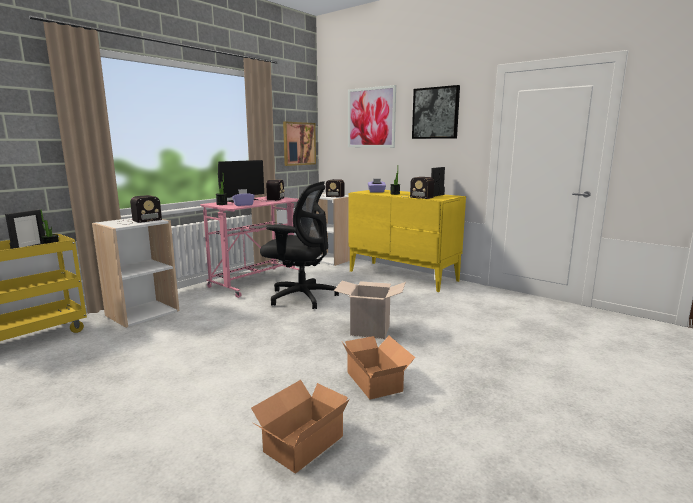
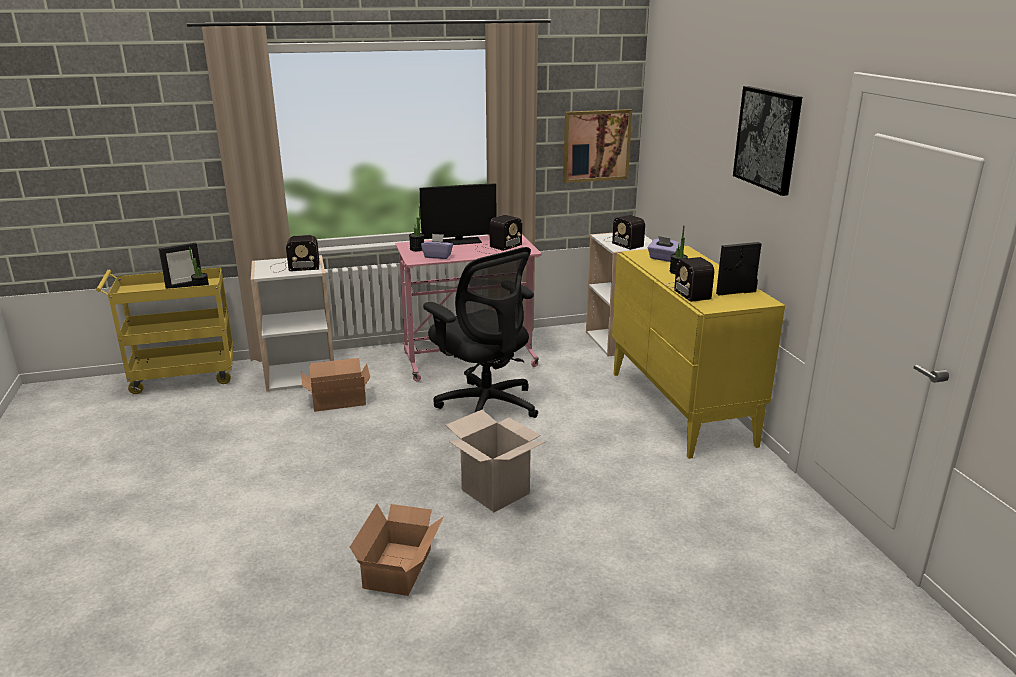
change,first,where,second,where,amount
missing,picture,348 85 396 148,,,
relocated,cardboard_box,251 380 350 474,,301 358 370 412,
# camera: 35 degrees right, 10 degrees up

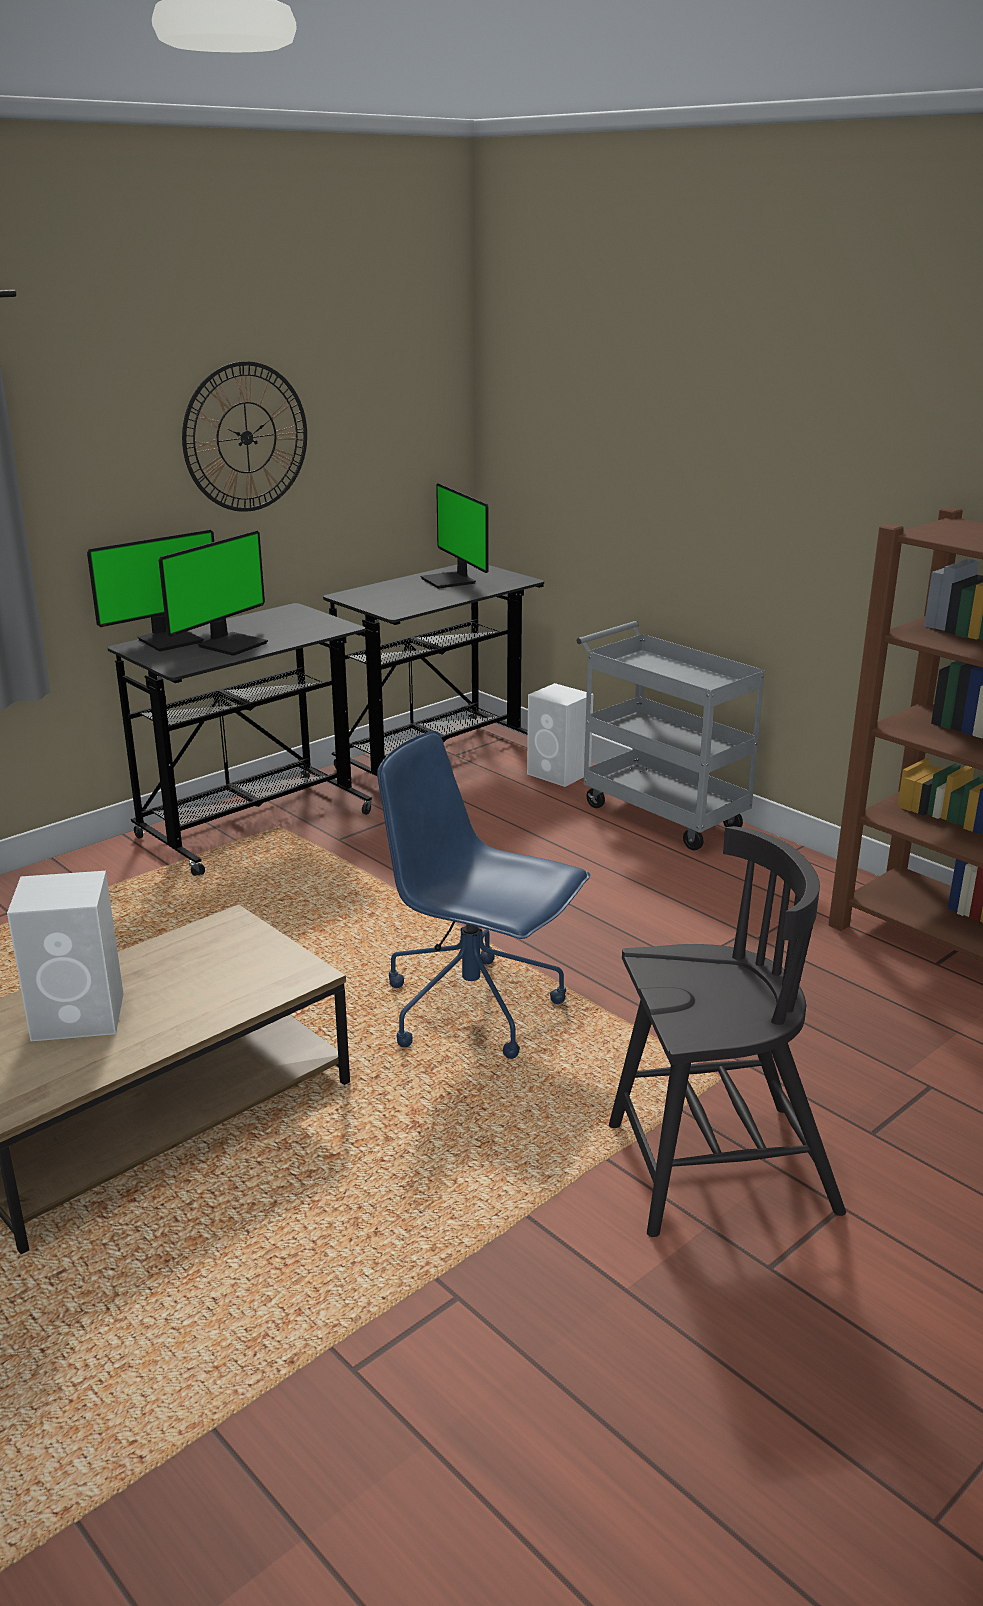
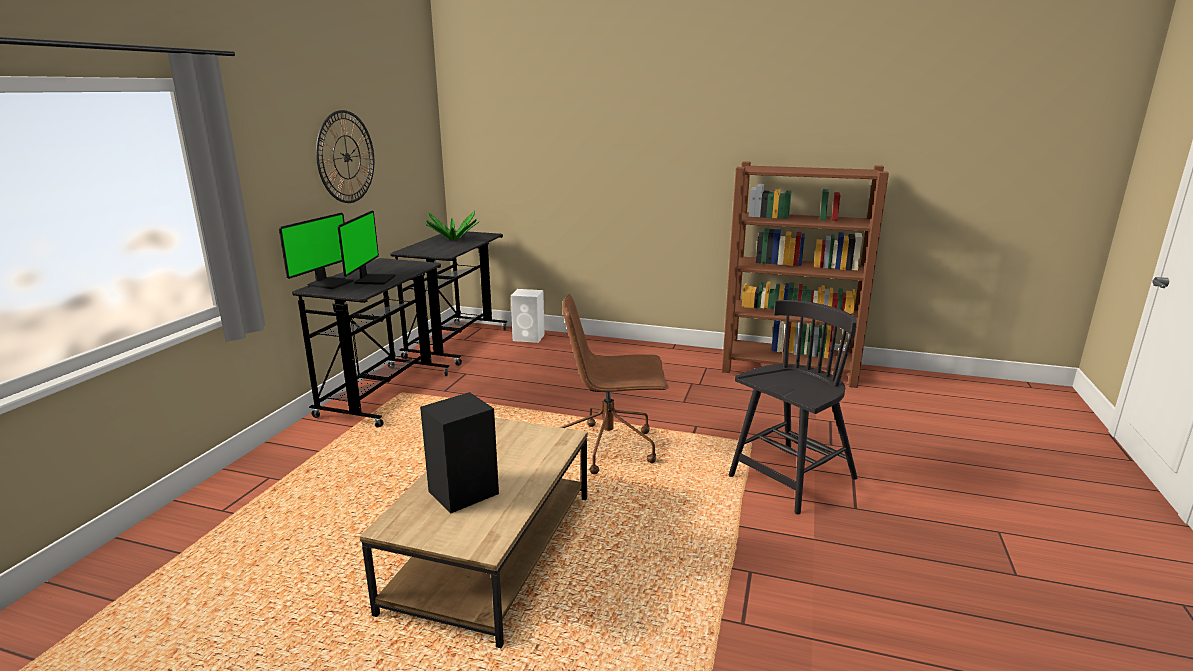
change,first,where,second,where,amount
exchanged,monitor,420 483 489 589,potted_plant,424 211 480 240,
missing,grey_cart,577 621 765 850,,,
colour,blue_office_chair,377 731 590 1059,brown_office_chair,560 294 669 474,
colour,white_speaker,7 871 124 1042,black_speaker,420 392 499 513,
# camera: 30 degrees left, 5 degrees down

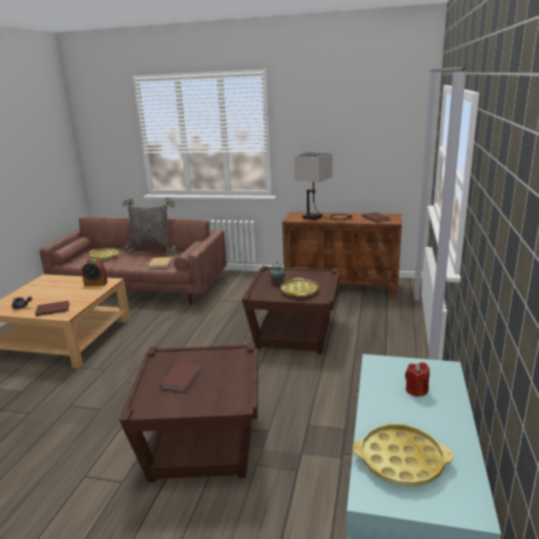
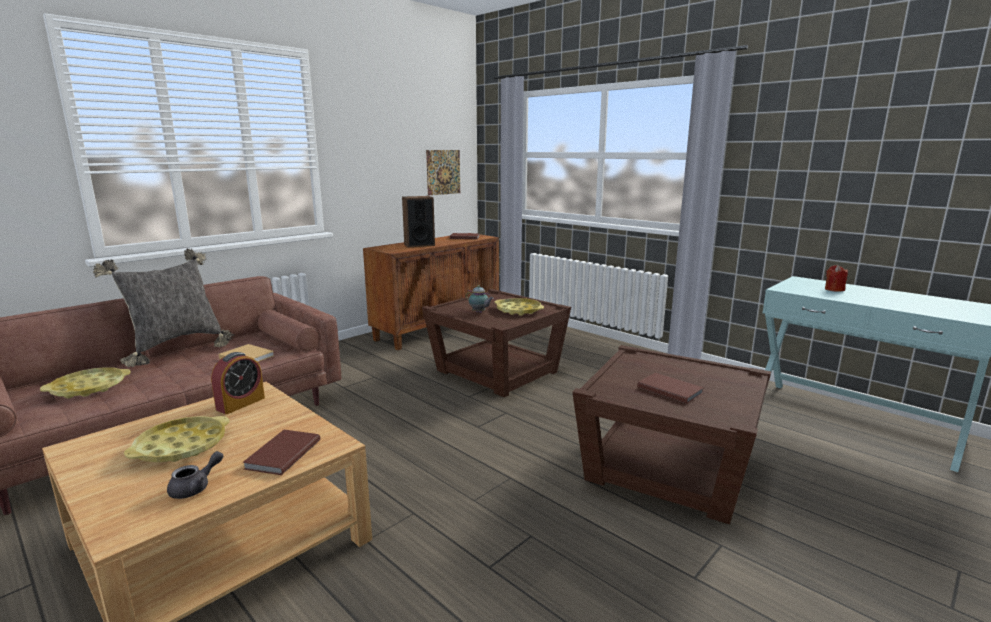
change,first,where,second,where,amount
exchanged,table_lamp,294 152 352 220,speaker,402 196 435 247,
relocated,yellow_tray,353 424 453 487,,124 416 229 462,
appeared,,,picture,426 150 460 196,
# camera: 60 degrees left, 5 degrees down

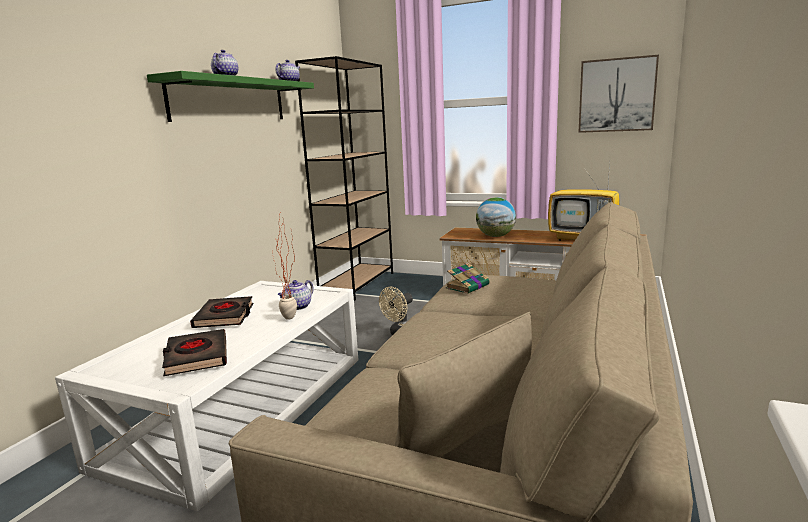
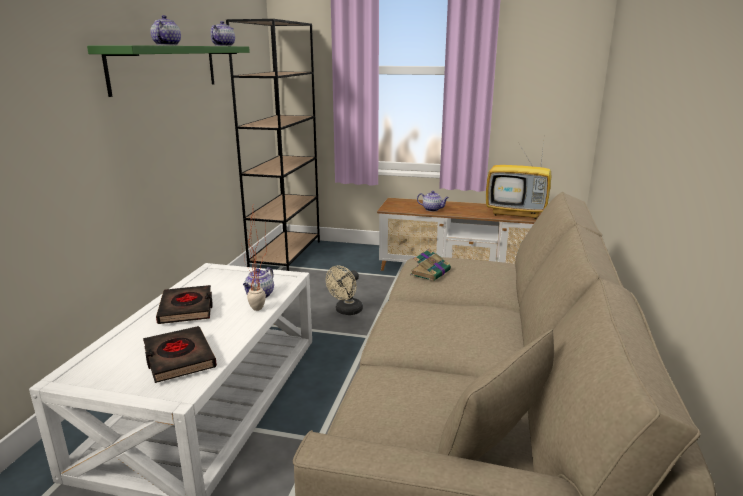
change,first,where,second,where,amount
missing,picture,579 55 659 133,,,
exchanged,globe,476 197 516 237,teapot,417 191 449 212,
# camera: 10 degrees left, 5 degrees up

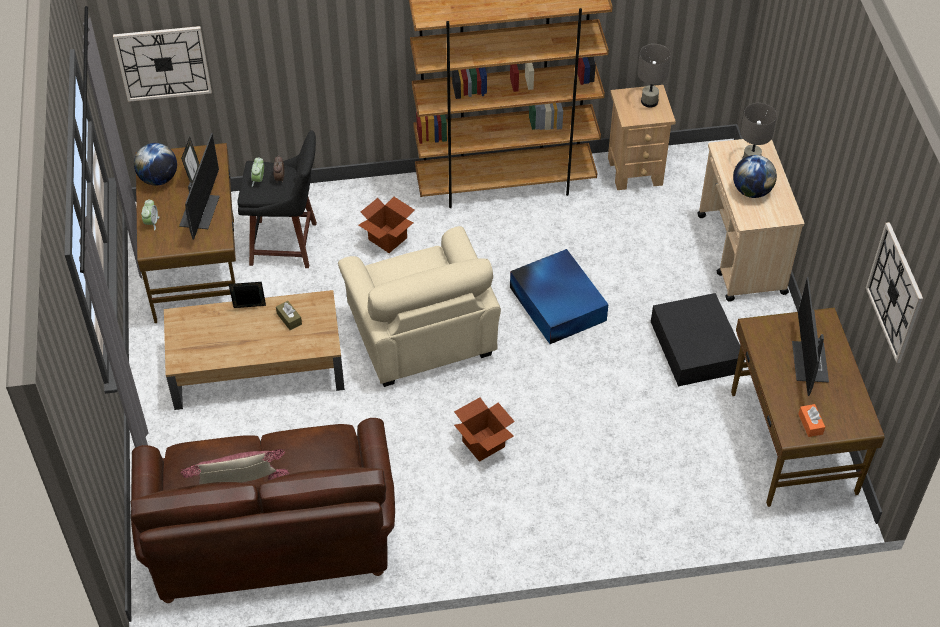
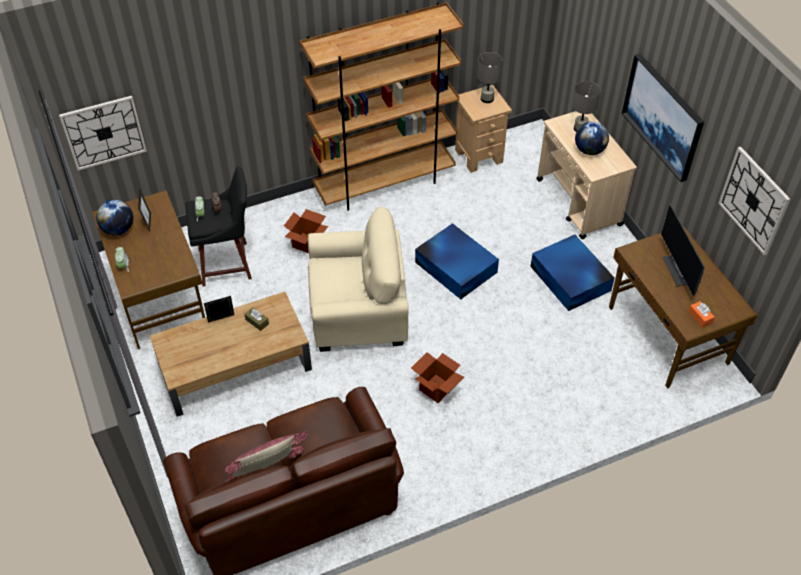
change,first,where,second,where,amount
missing,monitor,179 133 220 240,,,
spun,beige_armchair,338 226 501 387,,308 207 409 352,60 degrees counterclockwise
colour,black_storage_box,651 293 745 386,blue_storage_box,531 235 615 311,
appeared,,,picture,622 54 704 182,
# camera: 15 degrees left, 0 degrees up

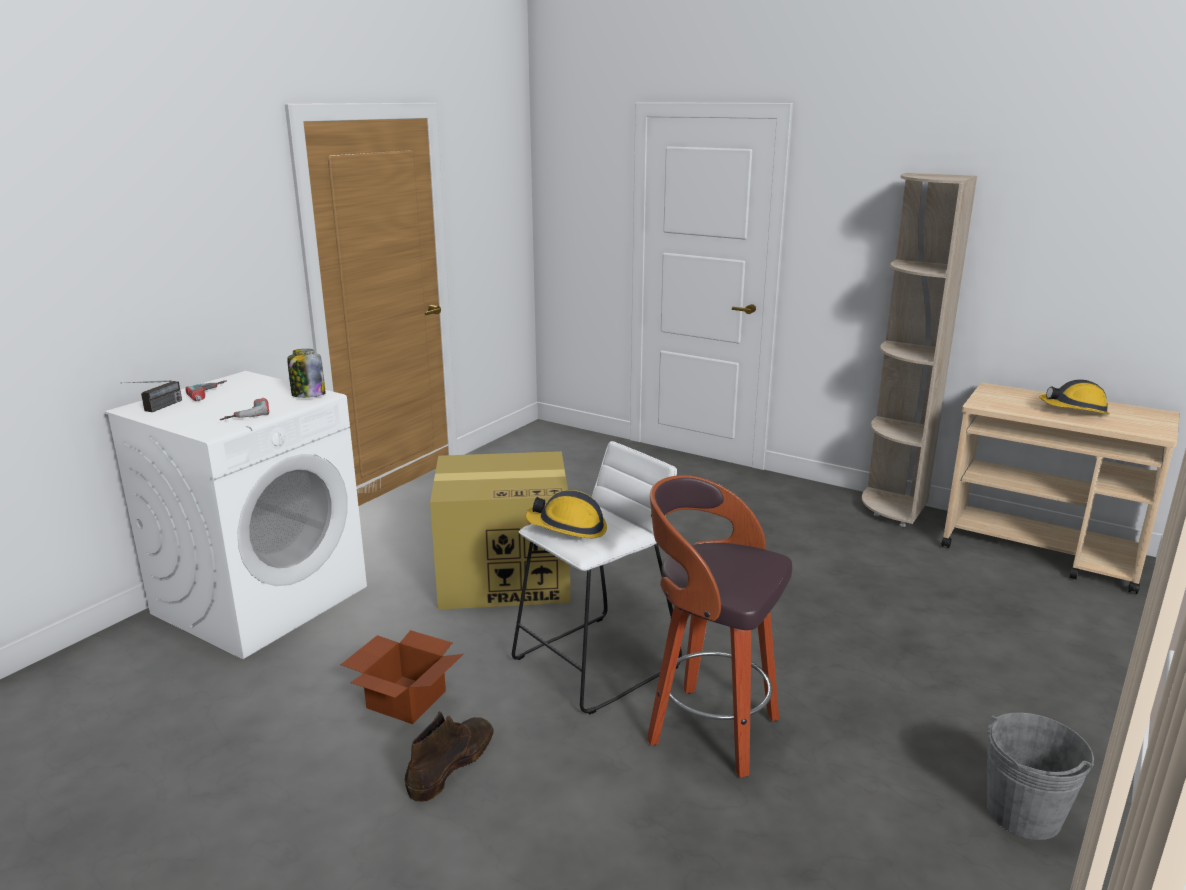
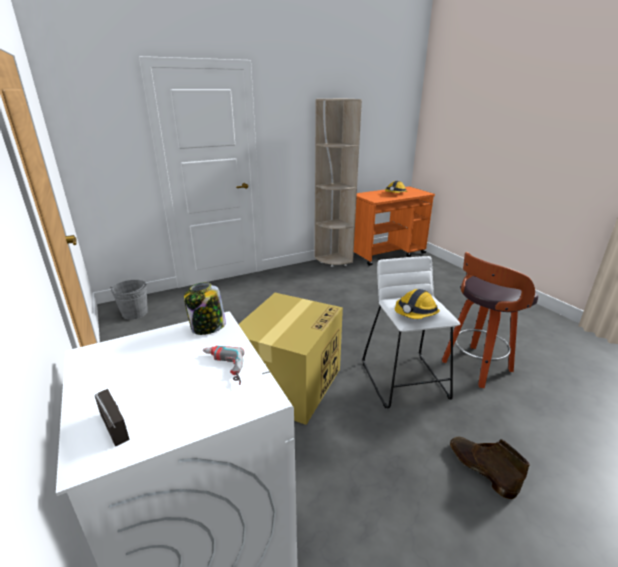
change,first,where,second,where,amount
missing,power_drill,186 380 227 401,,,
colour,beige_cart,941 383 1179 594,orange_cart,354 186 435 266,
missing,cardboard_box,341 630 464 724,,,
relocated,grey_bucket,987 712 1094 840,,110 280 148 320,
# camera: 60 degrees left, 5 degrees up

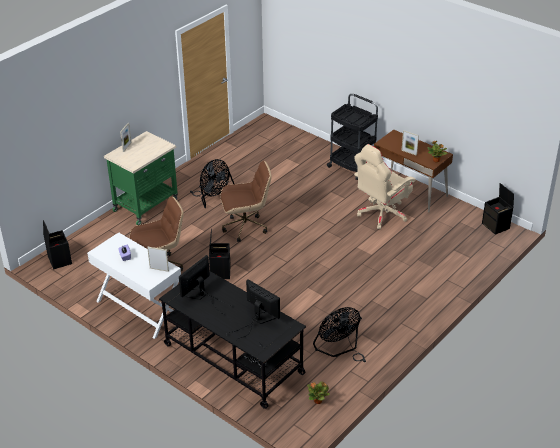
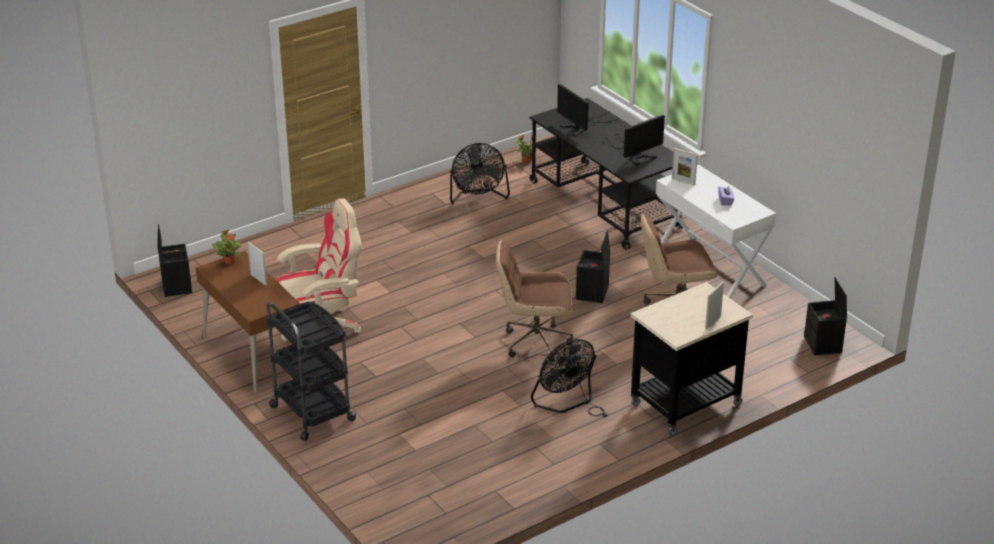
change,first,where,second,where,amount
colour,green_cart,104 131 178 225,black_cart,631 282 753 436,
# camera: 165 degrees left, 5 degrees down

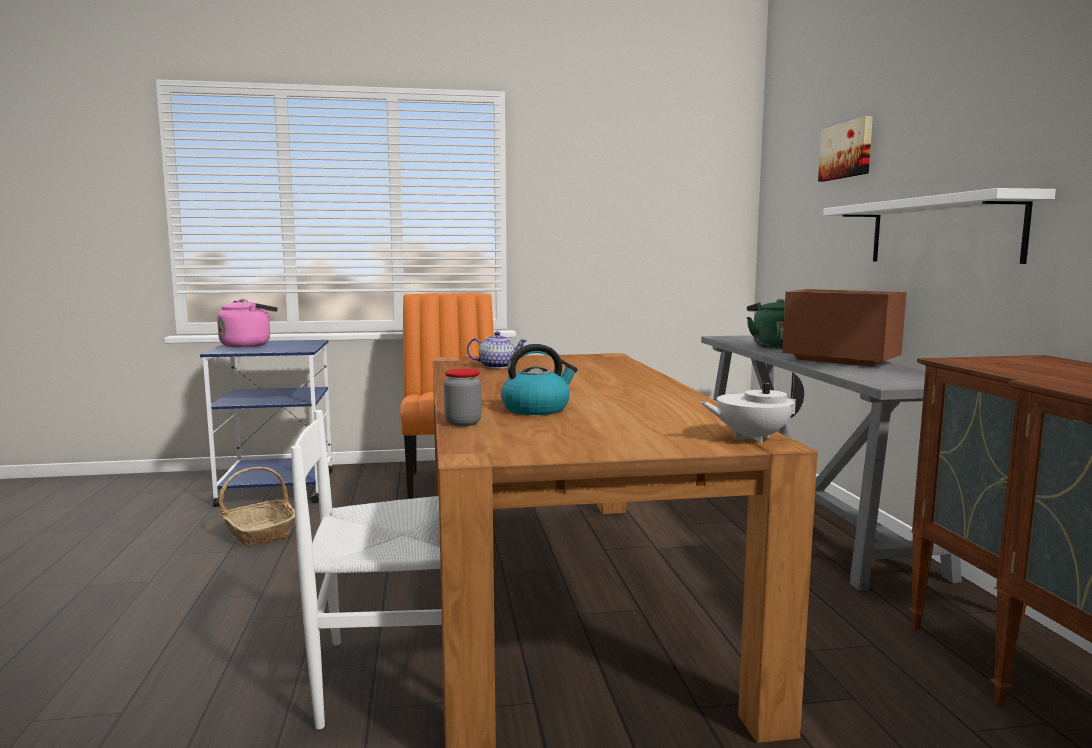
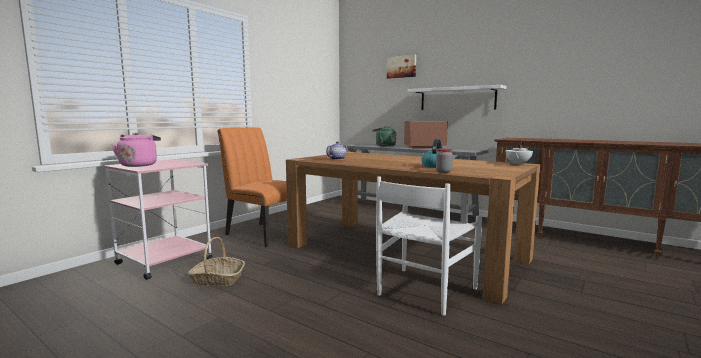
change,first,where,second,where,amount
colour,blue_cart,200 340 333 507,pink_cart,103 159 212 280,
# camera: 45 degrees left, 0 degrees up

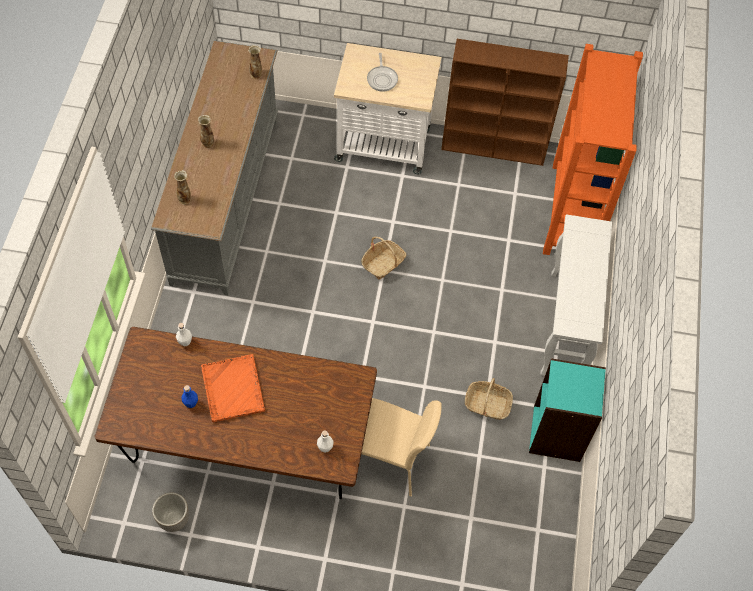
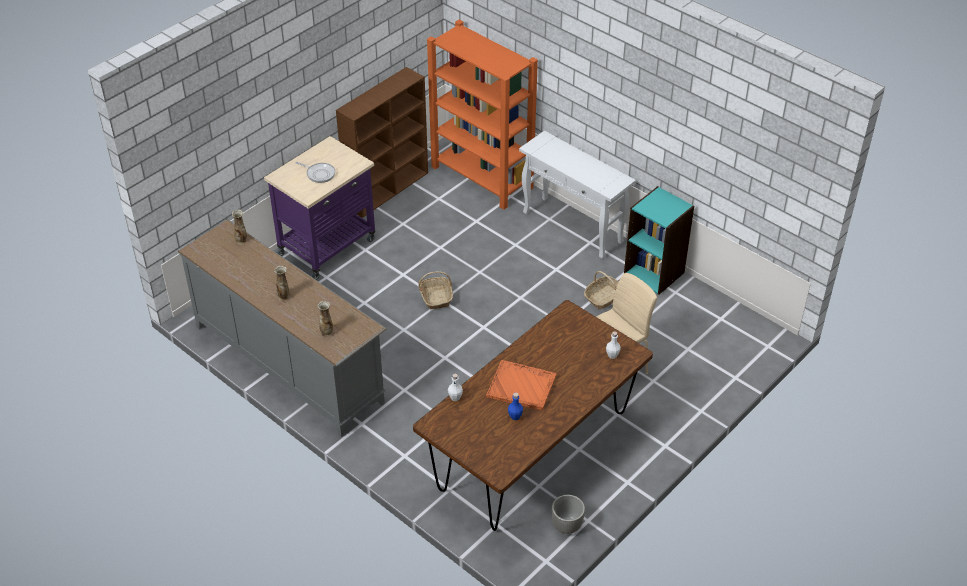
change,first,where,second,where,amount
colour,white_cart,334 43 441 175,purple_cart,264 136 375 280,
# camera: 55 degrees left, 15 degrees down

